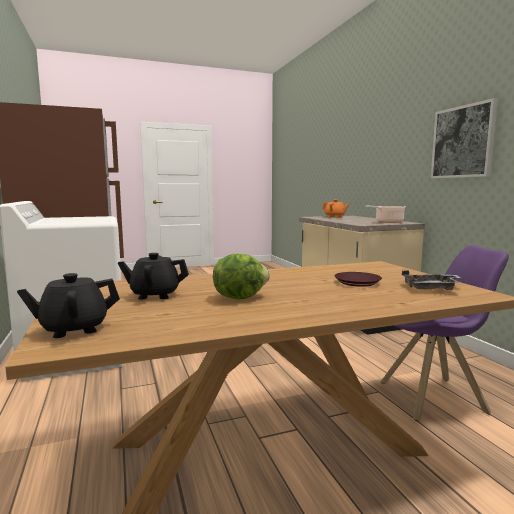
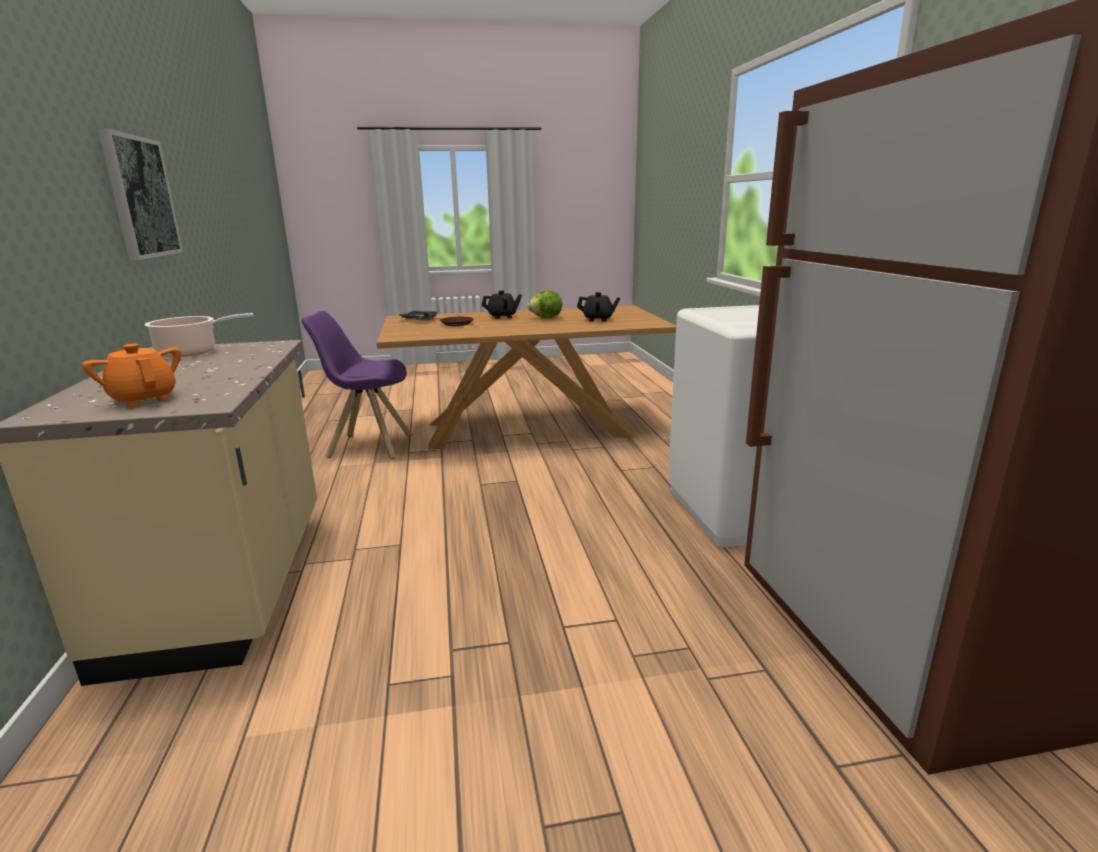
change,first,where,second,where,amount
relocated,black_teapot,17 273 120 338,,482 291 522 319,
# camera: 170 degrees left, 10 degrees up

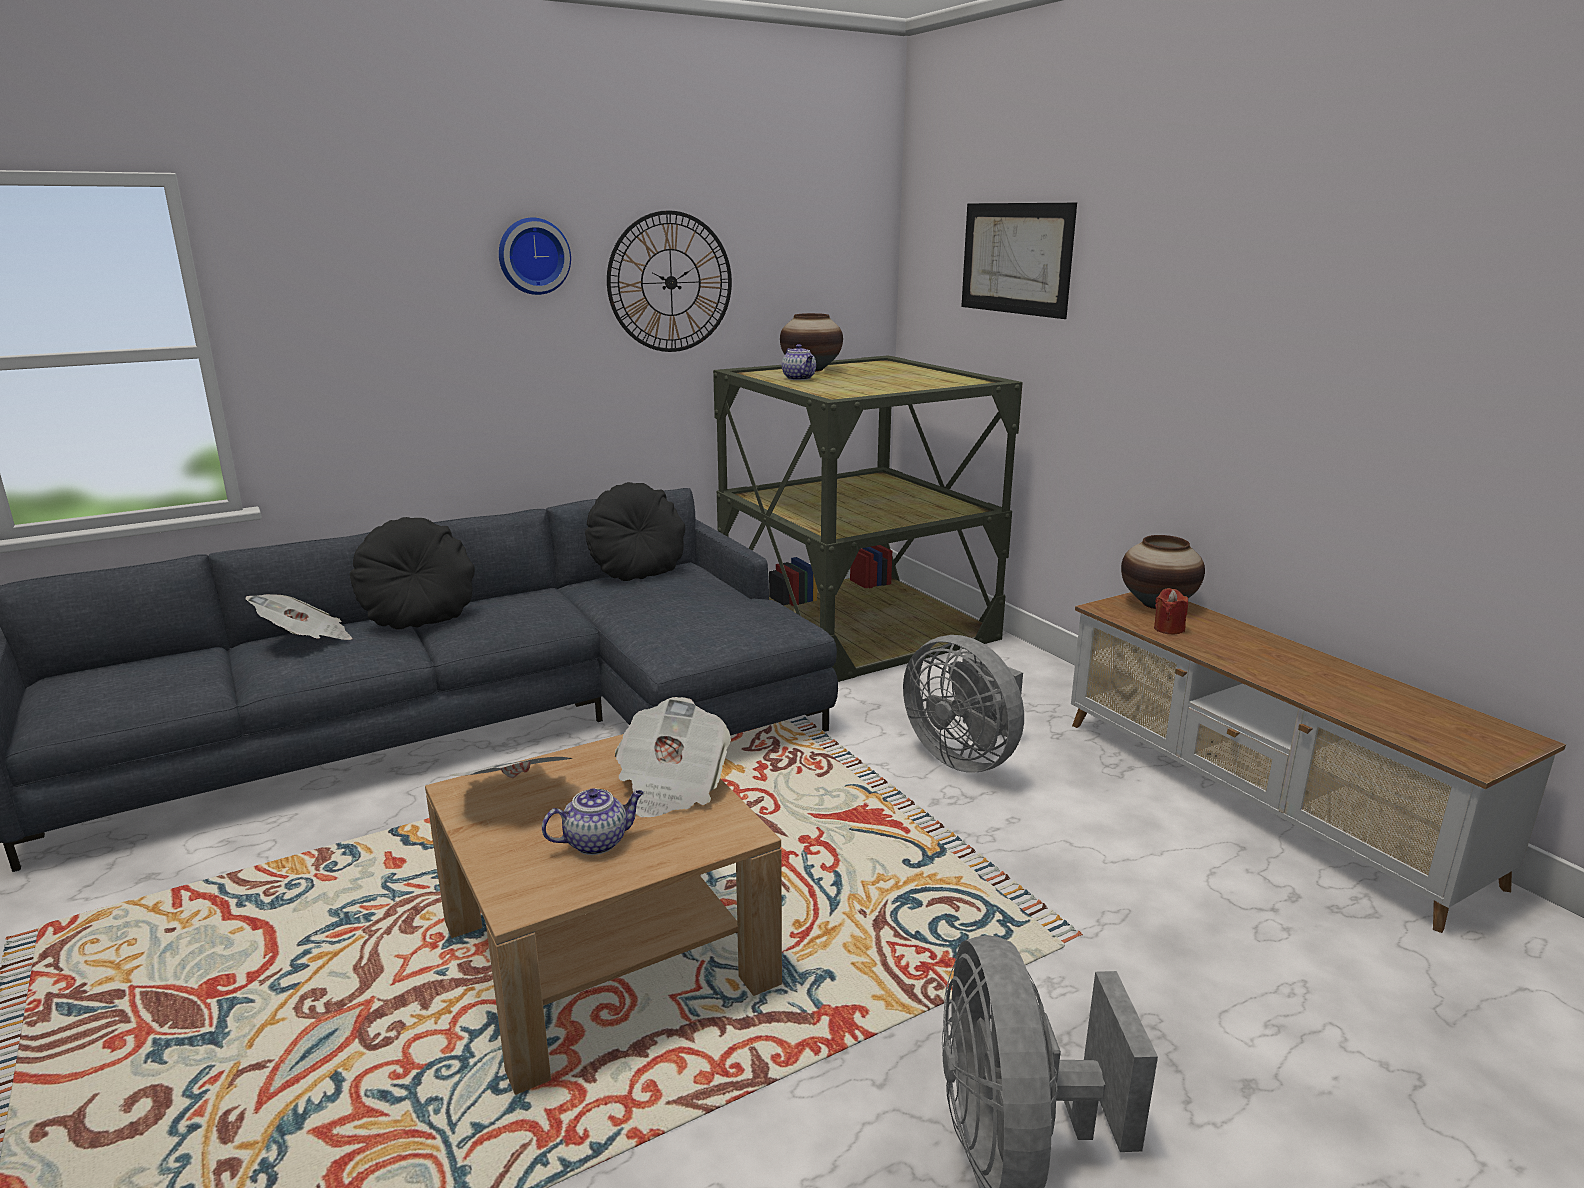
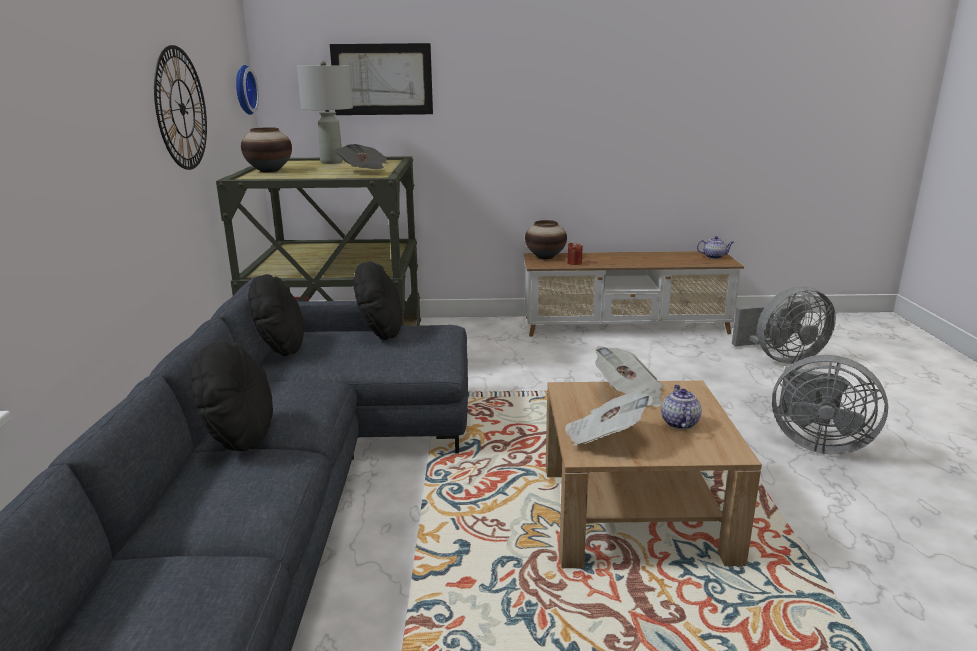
change,first,where,second,where,amount
relocated,wall_clock,499 218 571 295,,236 65 259 115,
relocated,teapot,782 344 816 380,,697 236 734 259,
relocated,newspaper,245 594 352 640,,334 144 387 169,
relocated,grey_fan,903 635 1024 773,,732 286 836 364,
appeared,,,grey_table_lamp,297 61 353 164,
appeared,,,black_pillow,353 262 402 340,
# camera: 60 degrees left, 0 degrees up

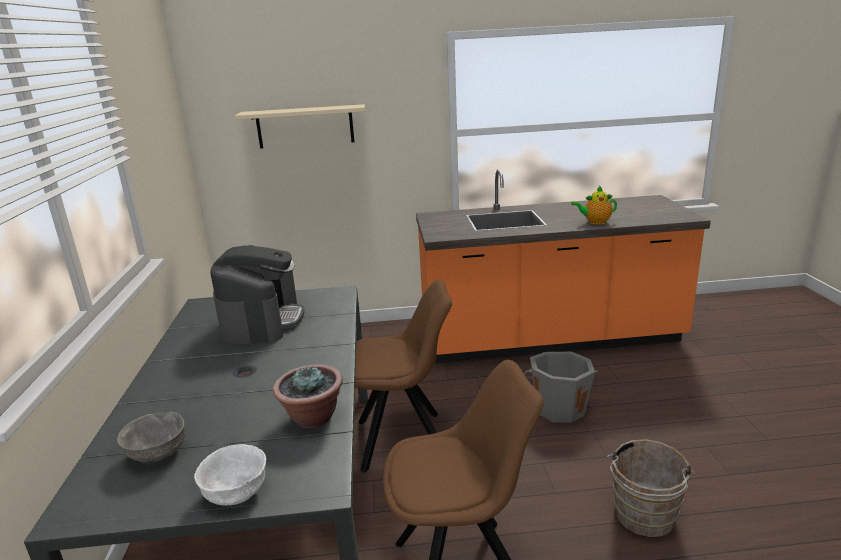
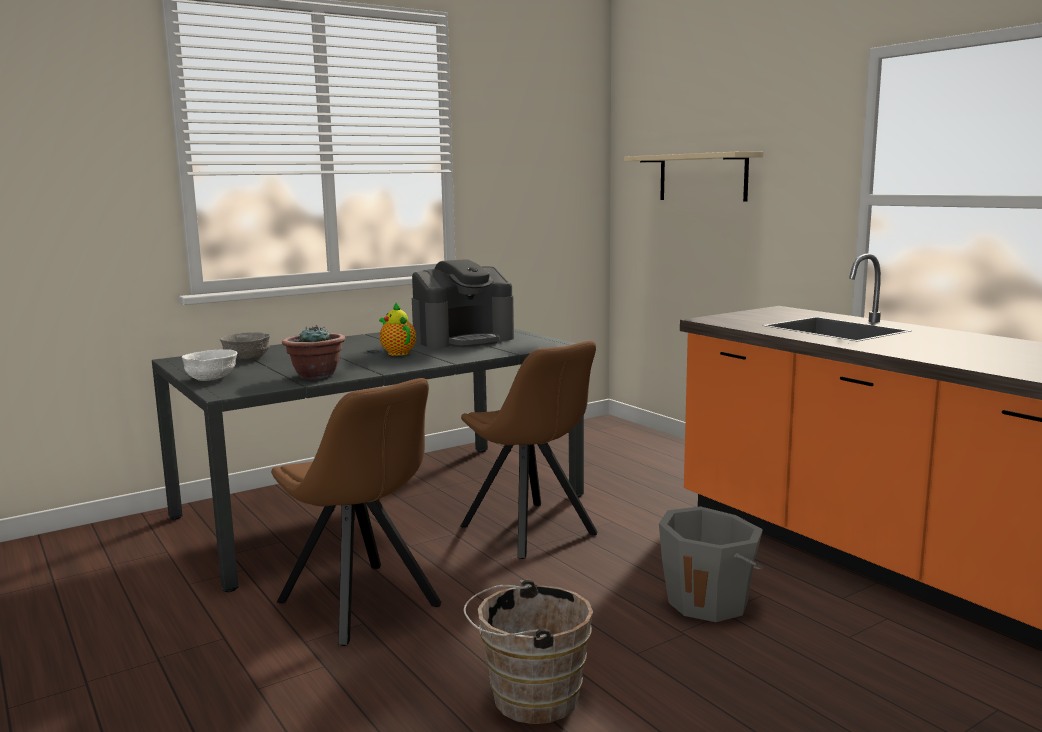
change,first,where,second,where,amount
relocated,teapot,571 186 617 225,,379 302 416 356,
# camera: 60 degrees right, 10 degrees down

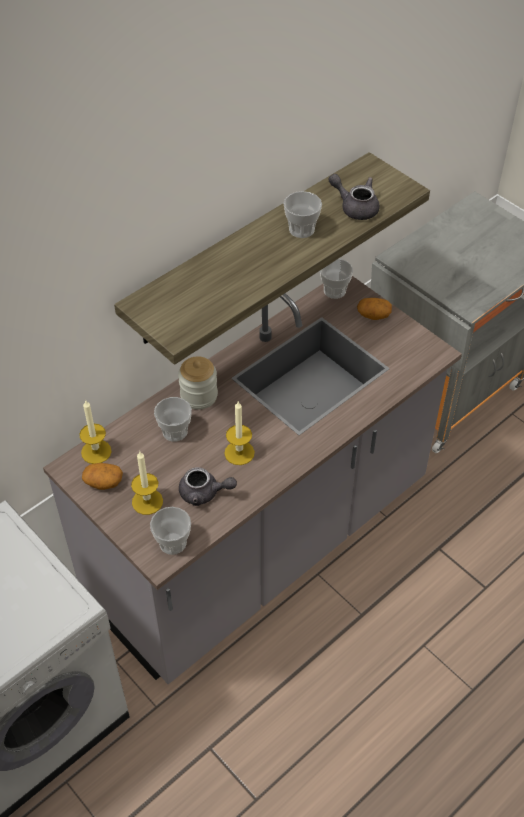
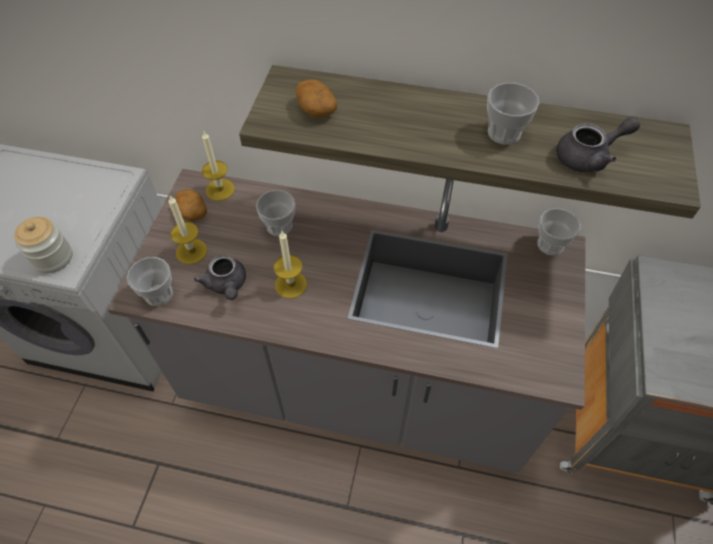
change,first,where,second,where,amount
spun,grey_teapot,328 174 380 220,,556 116 640 172,75 degrees clockwise
relocated,potato,357 298 392 320,,296 79 337 118,
relocated,jar,178 356 218 410,,14 217 73 273,
# camera: 55 degrees right, 5 degrees up

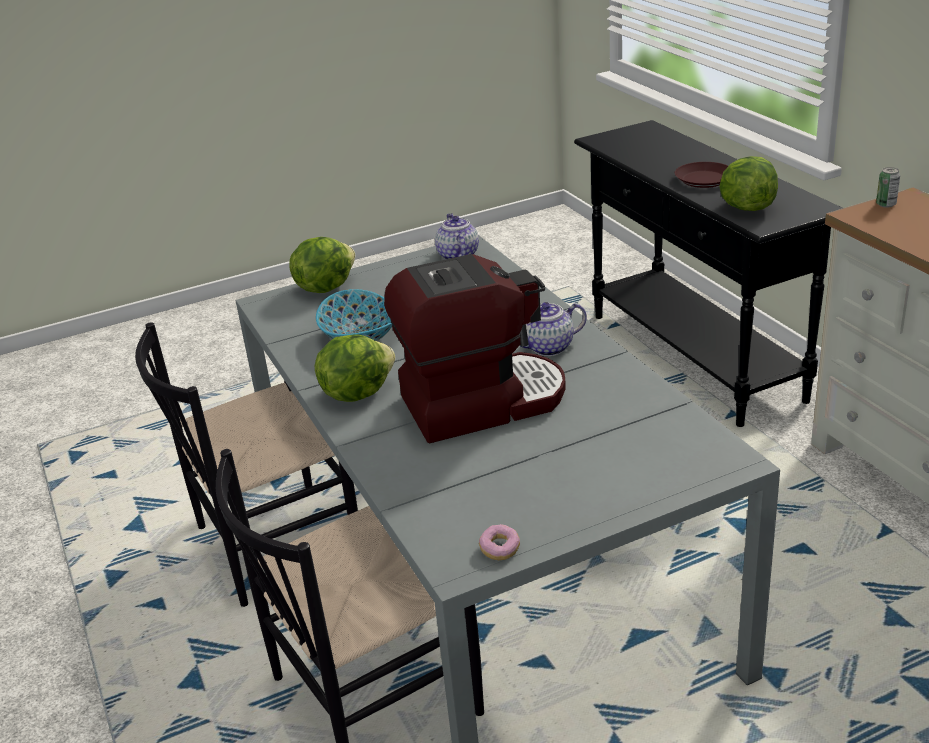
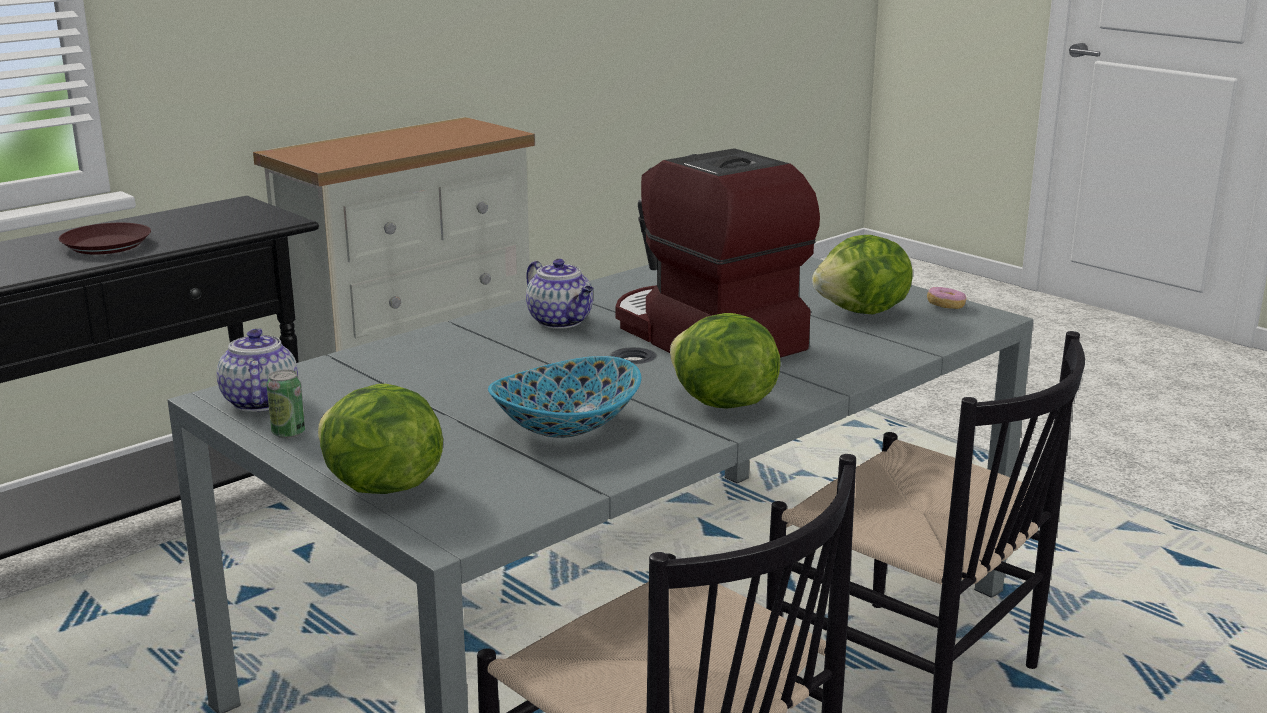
change,first,where,second,where,amount
relocated,lettuce,719 156 778 211,,812 235 913 314,
relocated,can,876 167 900 208,,266 370 306 438,
spun,teapot,435 214 479 260,,217 329 298 412,105 degrees clockwise
# camera: 110 degrees left, 10 degrees down

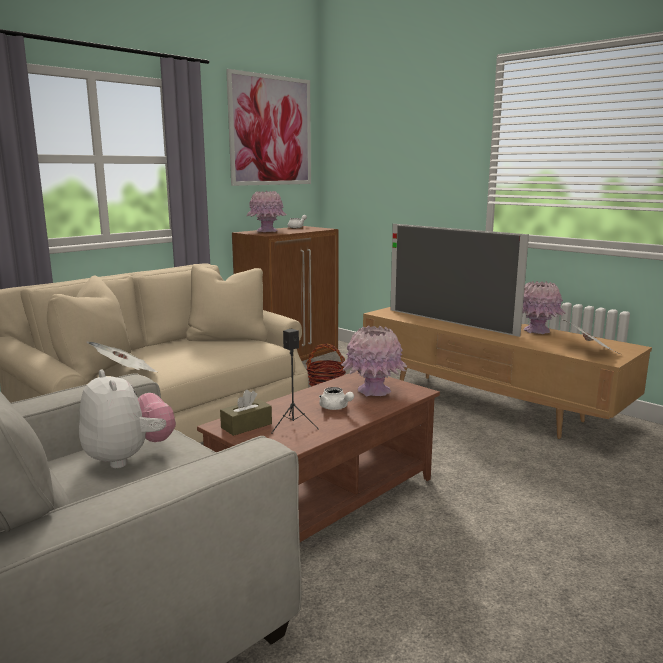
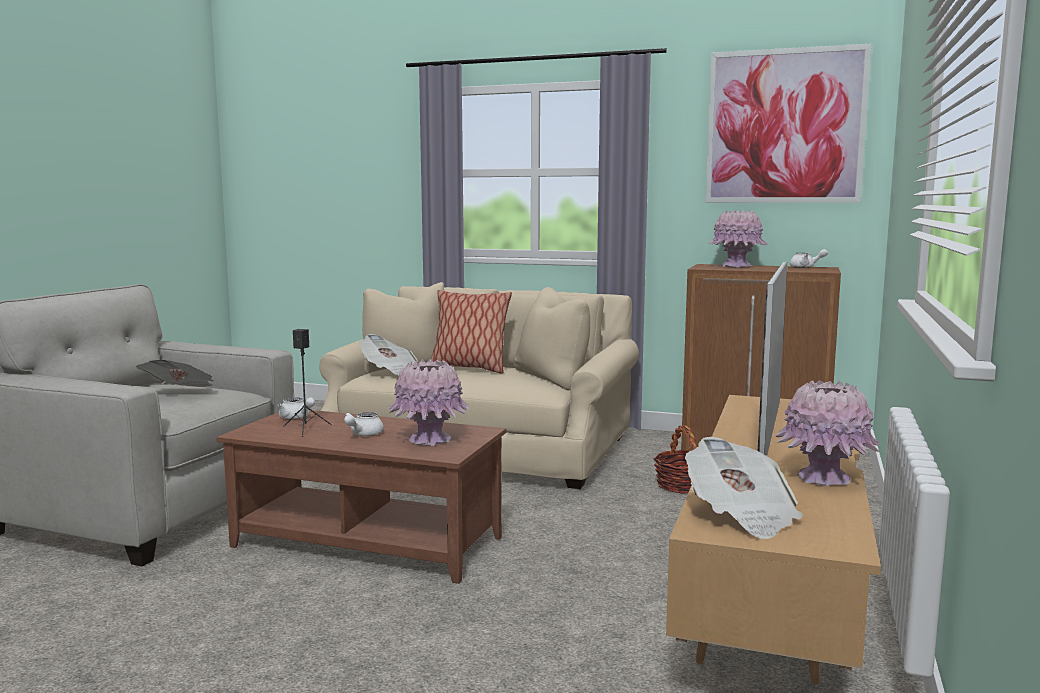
change,first,where,second,where,amount
exchanged,plush_toy,79 369 176 468,newspaper,136 360 214 387,
exchanged,brown_tissue_box,220 390 272 436,white_teapot,278 397 315 419,
appeared,,,pillow,431 290 512 374,
# camera: 65 degrees right, 5 degrees down

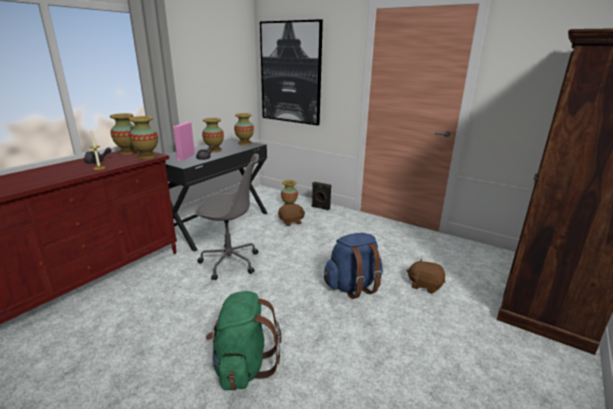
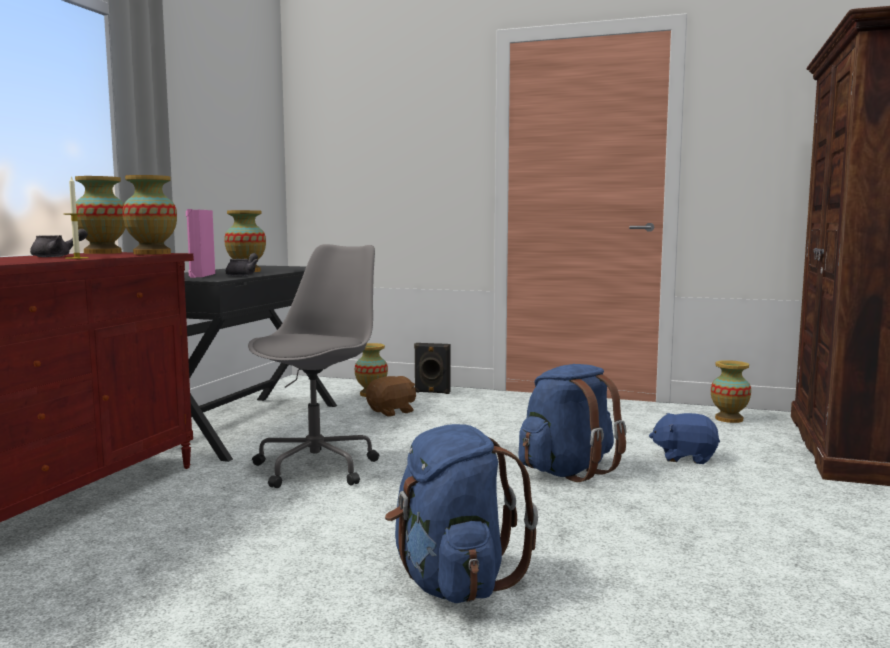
change,first,where,second,where,amount
missing,picture,260 19 323 125,,,
relocated,vase,234 113 254 145,,711 360 751 423,
spun,grey_office_chair,195 153 259 280,,248 244 380 488,45 degrees counterclockwise
colour,brown_plush_toy,406 259 446 294,blue_plush_toy,649 413 720 464,
colour,green_backpack,206 291 281 391,blue_backpack,385 424 538 603,
# camera: 15 degrees left, 15 degrees down

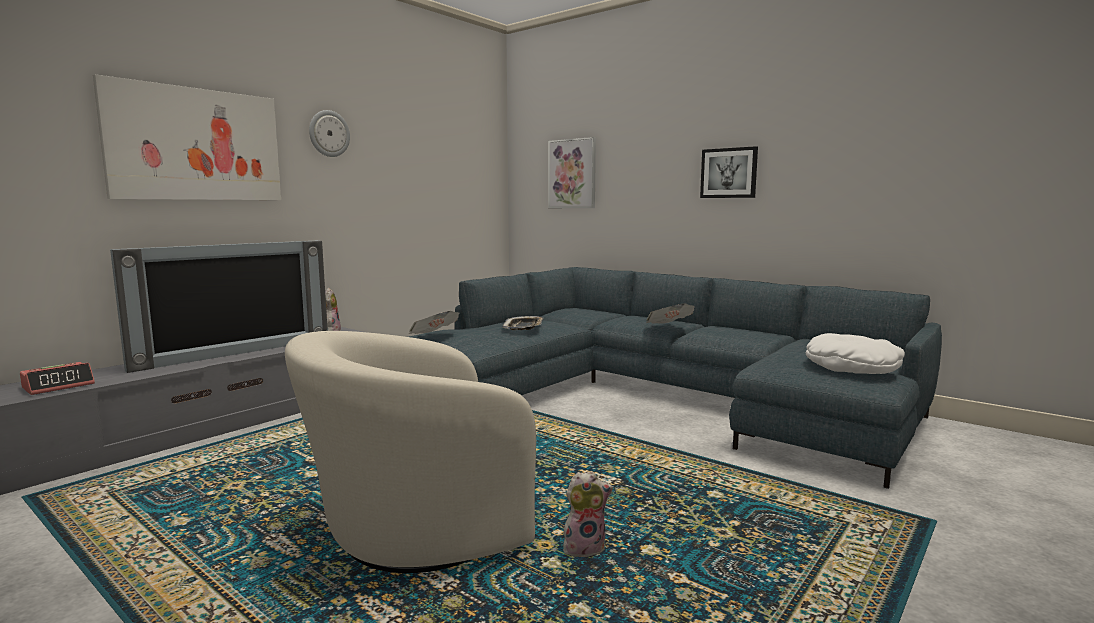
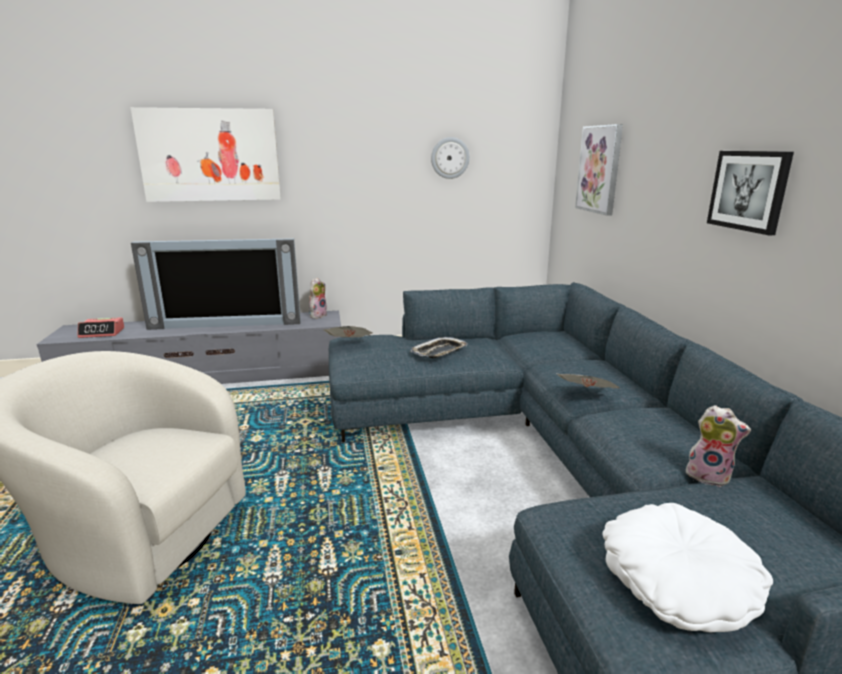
change,first,where,second,where,amount
relocated,wall_clock,309 110 350 157,,431 137 470 179,
relocated,plush_toy,563 471 613 557,,686 405 751 487,
# camera: 40 degrees right, 10 degrees up

